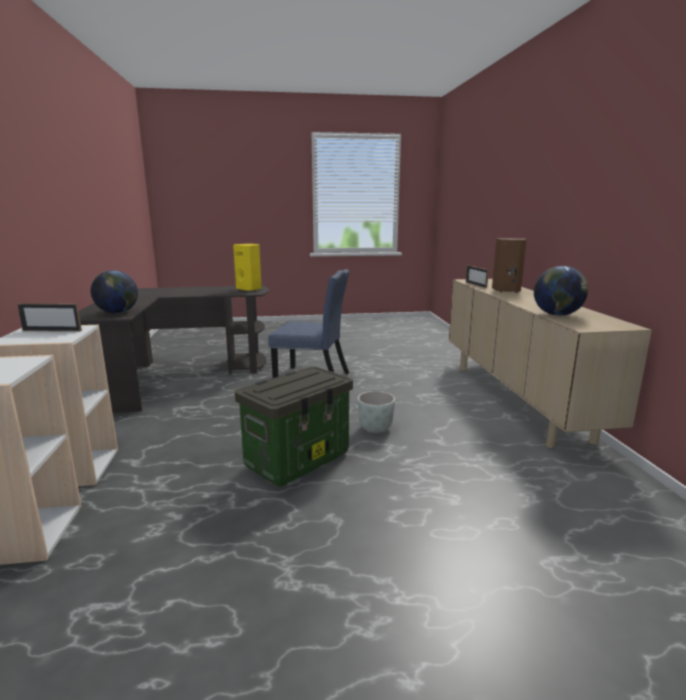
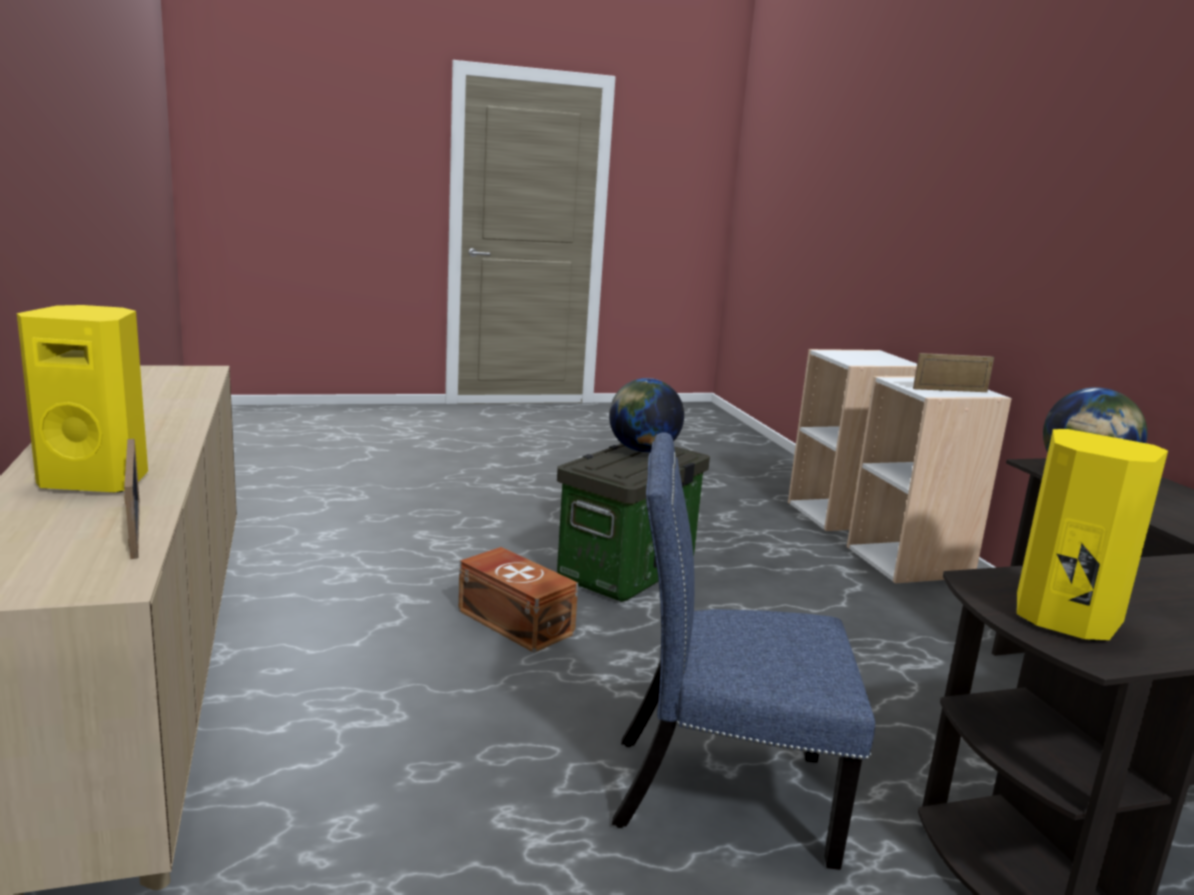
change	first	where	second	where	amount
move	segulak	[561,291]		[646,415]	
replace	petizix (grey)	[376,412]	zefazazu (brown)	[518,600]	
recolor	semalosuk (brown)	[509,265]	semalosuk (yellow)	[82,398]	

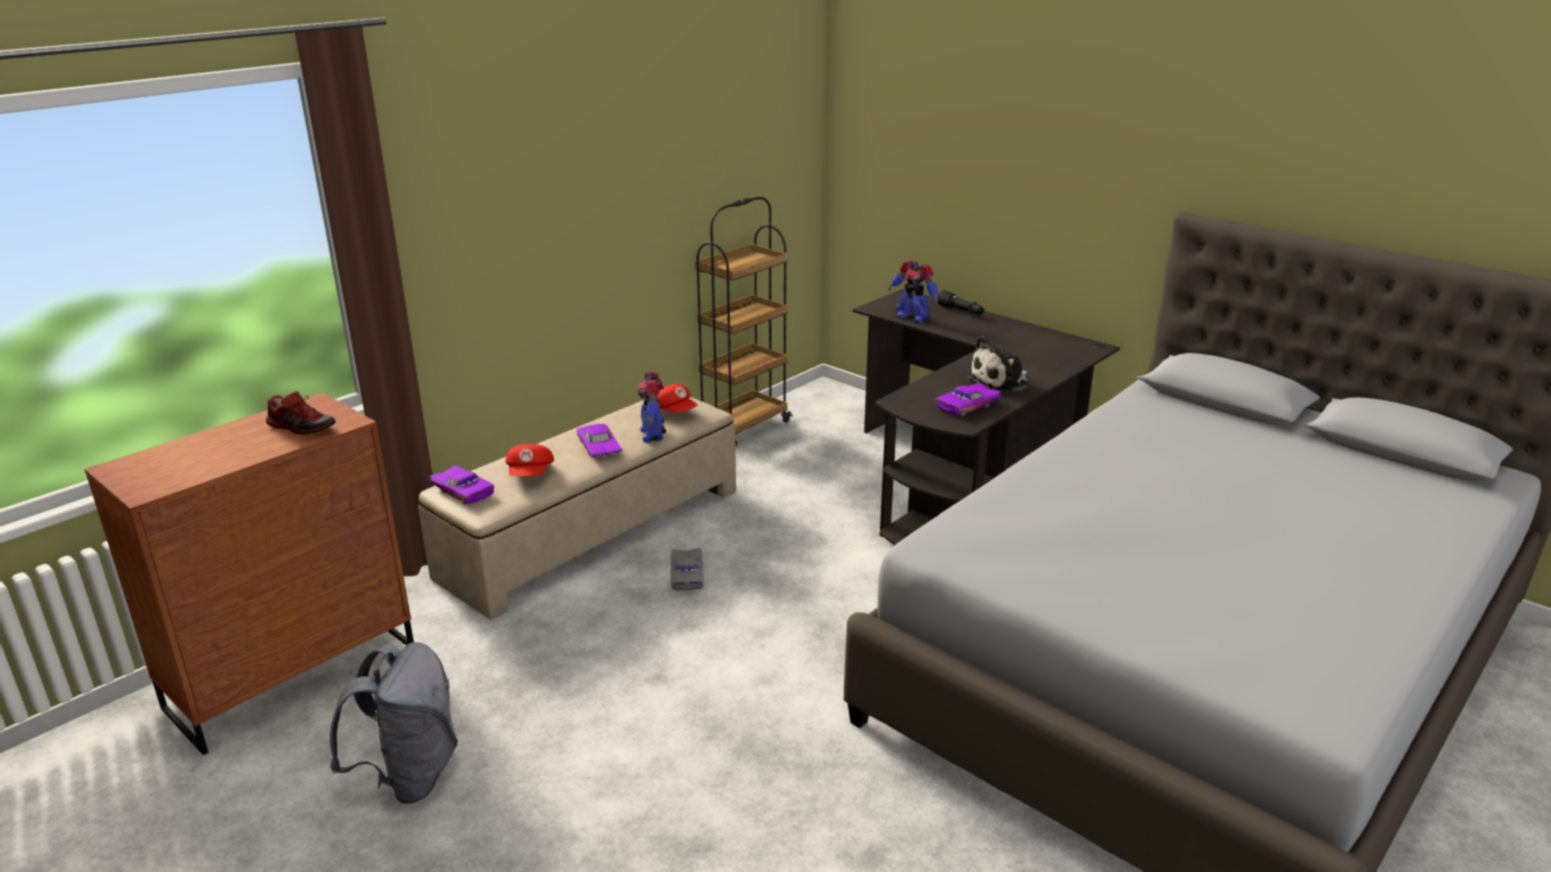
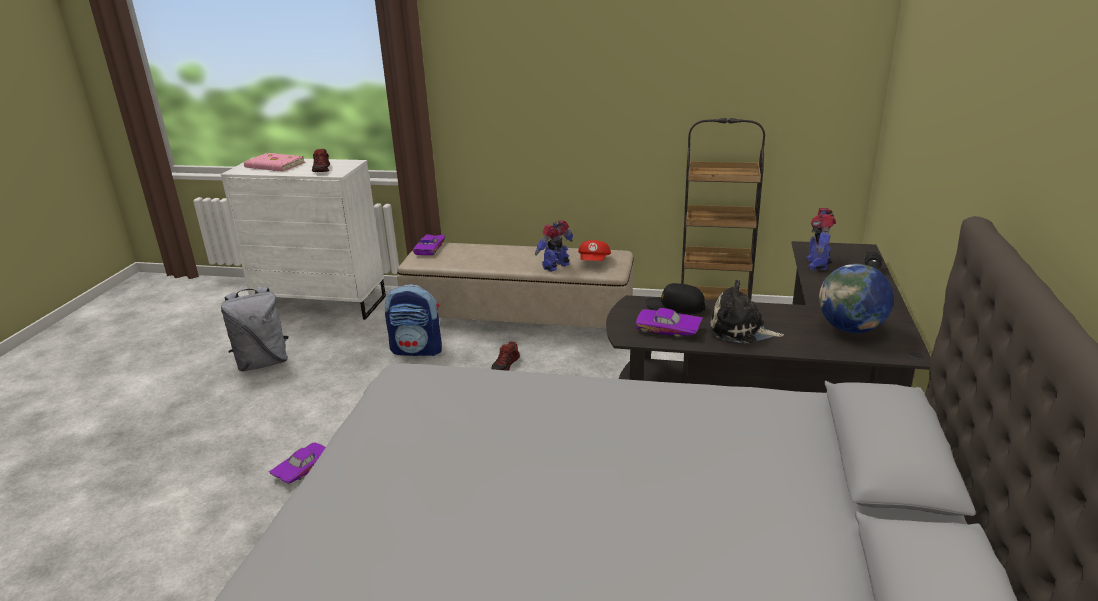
change	first	where	second	where	amount
delete	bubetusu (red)	[529,460]			
insert			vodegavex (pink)	[274,162]	
insert			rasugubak	[413,320]	
insert			bubetusu (black)	[675,298]	
insert			segulak	[856,298]	
move	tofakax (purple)	[599,440]		[297,463]	
replace	tofakax (grey)	[687,569]	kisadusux	[505,356]	
recolor	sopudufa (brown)	[249,573]	sopudufa (white)	[303,239]	

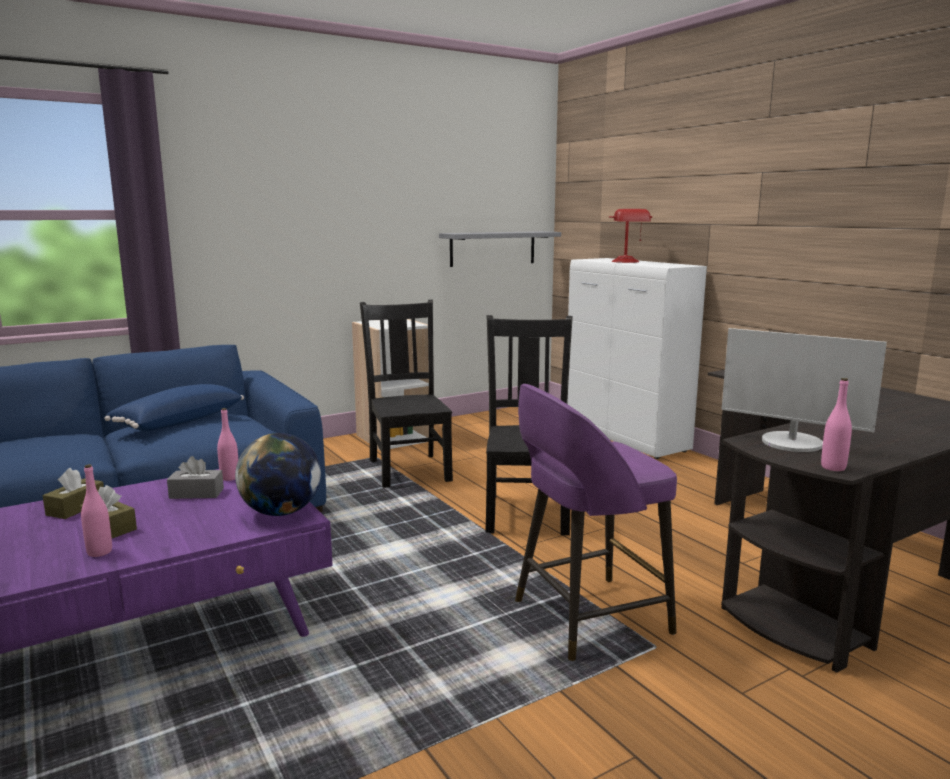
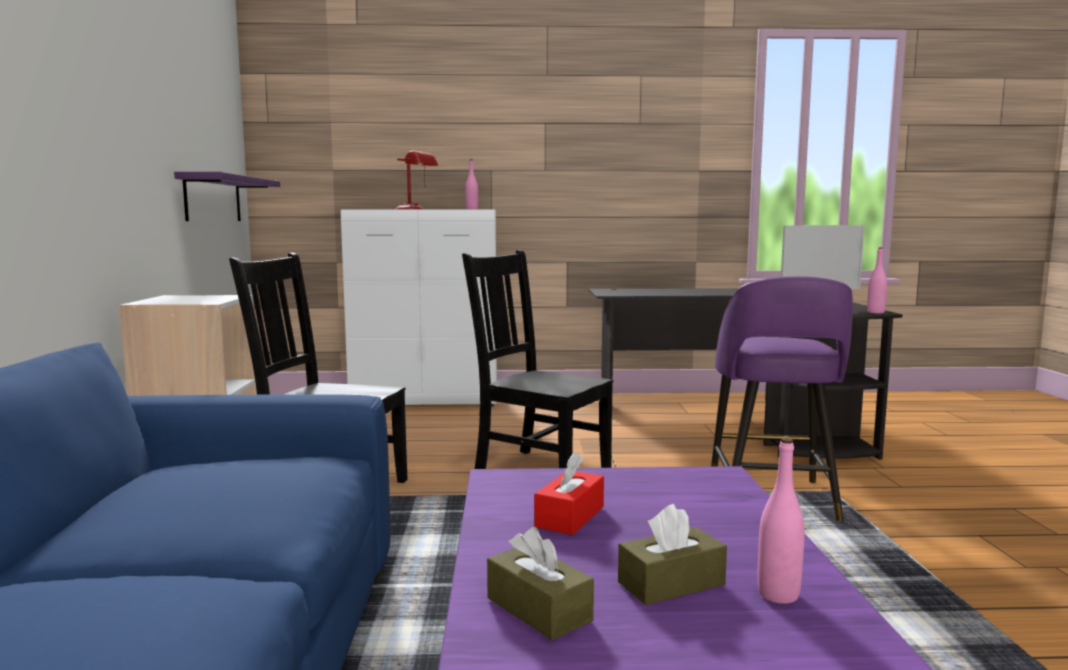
change	first	where	second	where	amount
delete	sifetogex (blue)	[174,407]			
delete	segulak	[278,474]			
move	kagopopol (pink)	[227,444]		[471,184]	
recolor	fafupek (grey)	[195,477]	fafupek (red)	[569,494]	
recolor	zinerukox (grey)	[500,249]	zinerukox (purple)	[227,196]	

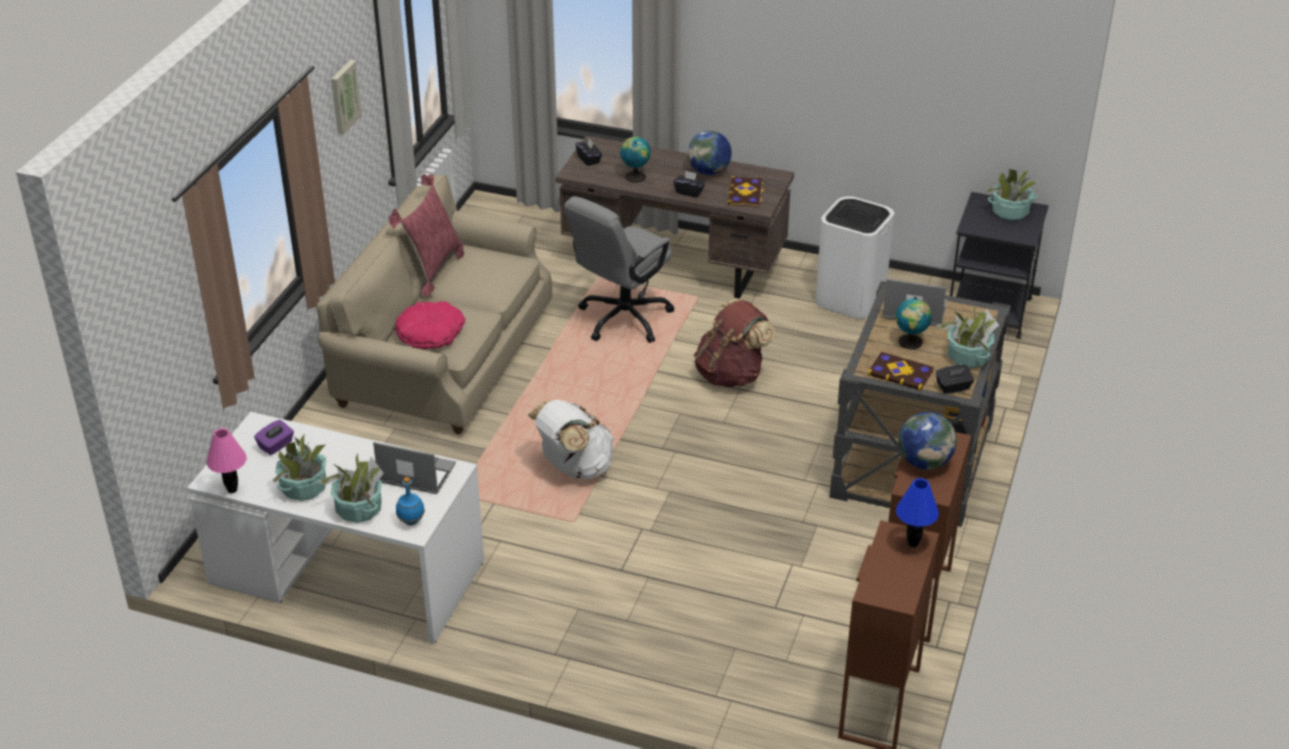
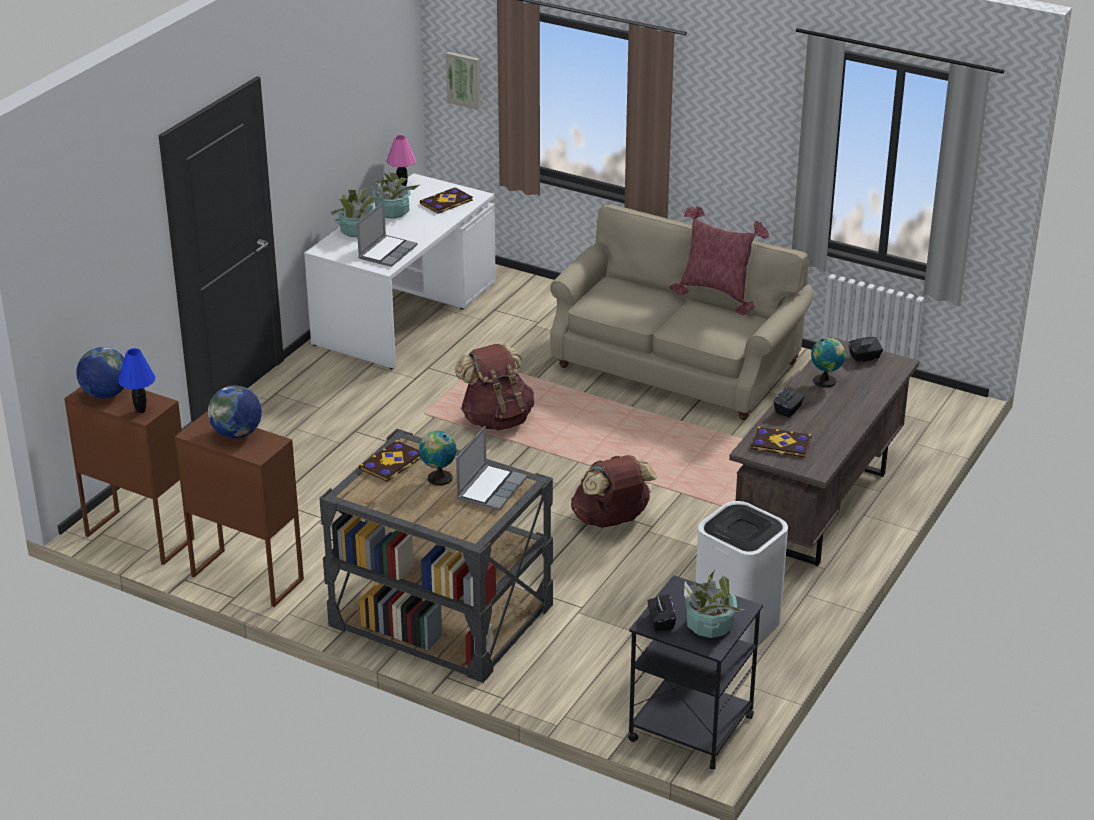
change	first	where	second	where	amount
delete	sifetogex (pink)	[430,325]			
delete	kagopopol (blue)	[410,501]			
delete	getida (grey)	[619,269]			
delete	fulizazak	[967,337]			
move	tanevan	[346,97]		[463,81]	
move	segulak	[709,153]		[100,373]	
move	fafupek (black)	[955,379]		[662,612]	
replace	fafupek (purple)	[274,437]	vodegavex	[446,200]	
recolor	rasugubak (white)	[571,439]	rasugubak (brown)	[494,387]	

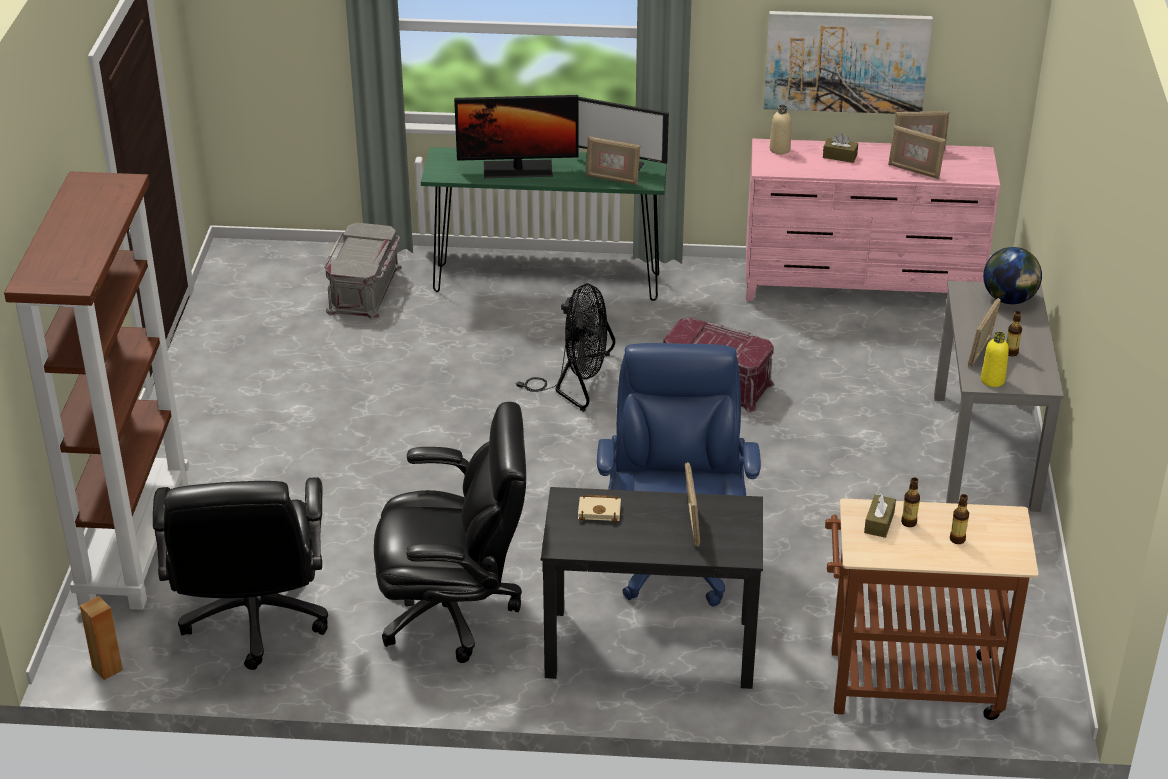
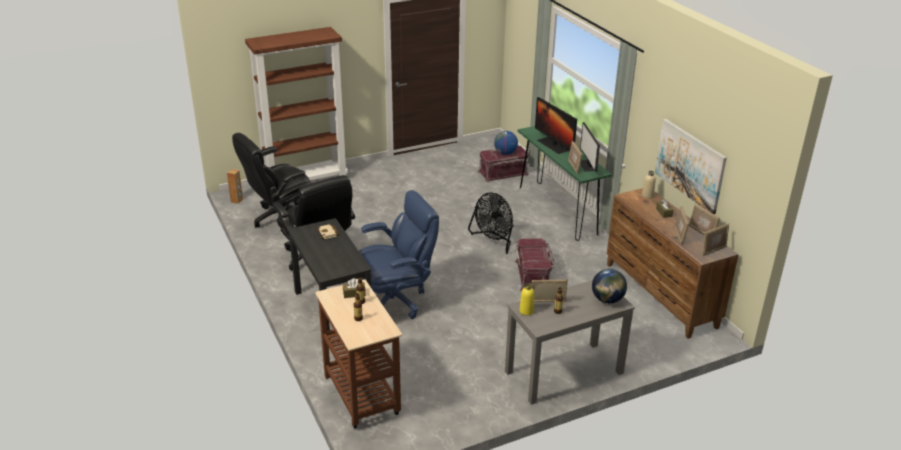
change	first	where	second	where	amount
insert			segulak	[506,143]	
move	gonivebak	[692,504]		[715,240]	
recolor	zefazazu (grey)	[363,271]	zefazazu (red)	[503,164]	
recolor	sopudufa (pink)	[873,219]	sopudufa (brown)	[673,263]	
rotate	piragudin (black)	[565,348]		[491,223]	60 degrees clockwise

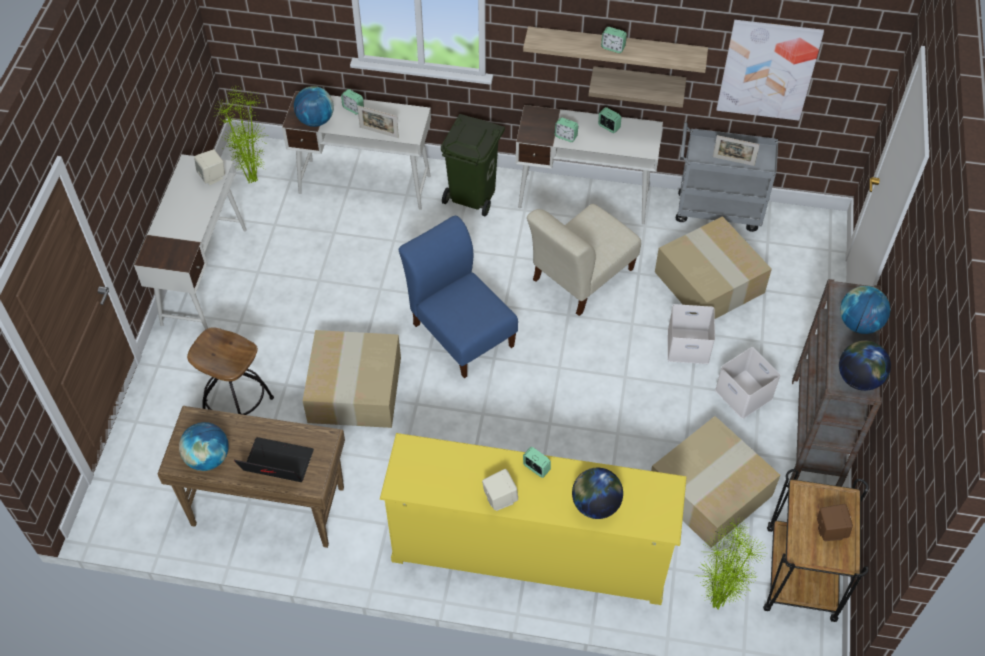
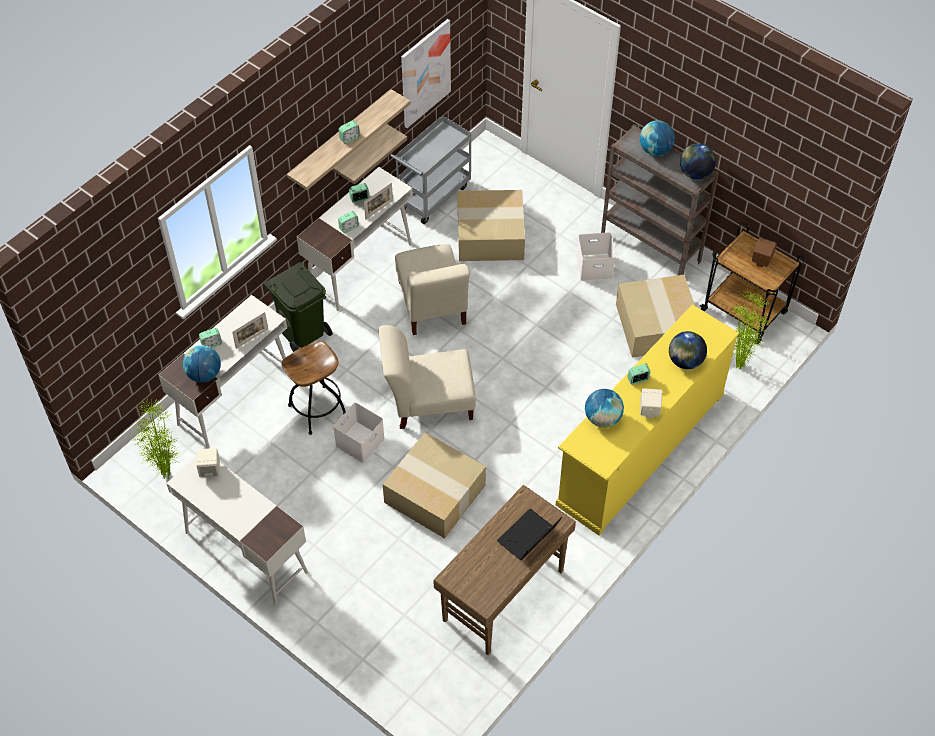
change	first	where	second	where	amount
move	segulak	[204,446]		[604,408]	
move	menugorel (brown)	[230,371]		[313,388]	
move	zefazazu (white)	[691,334]		[359,432]	
move	gonivebak	[736,150]		[378,201]	
recolor	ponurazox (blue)	[458,297]	ponurazox (beige)	[427,377]	

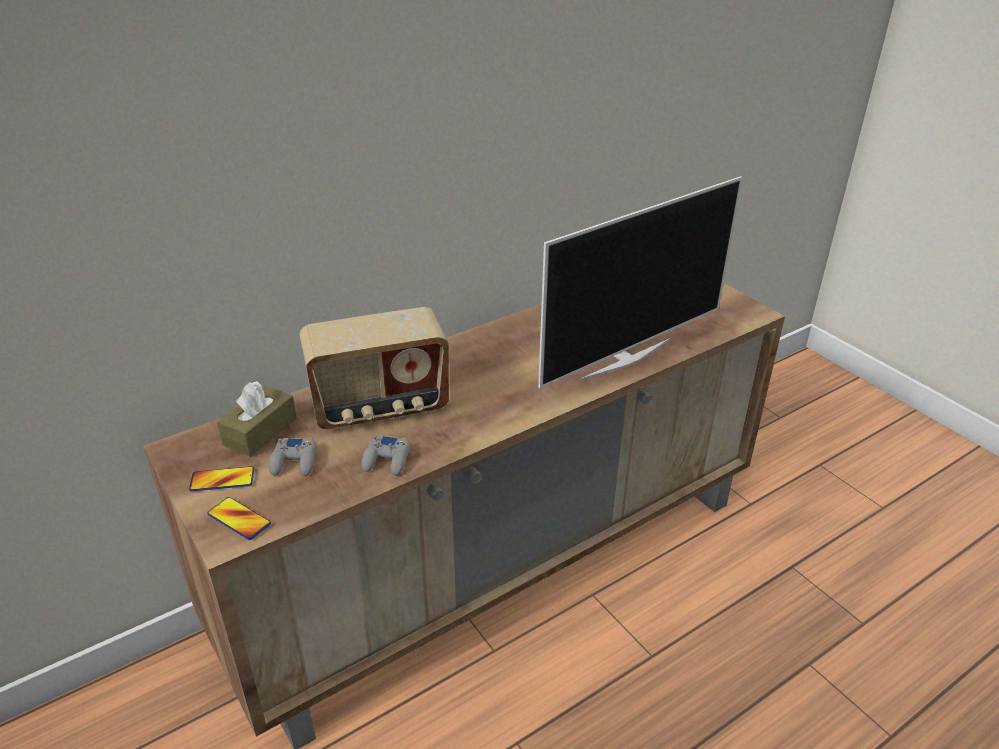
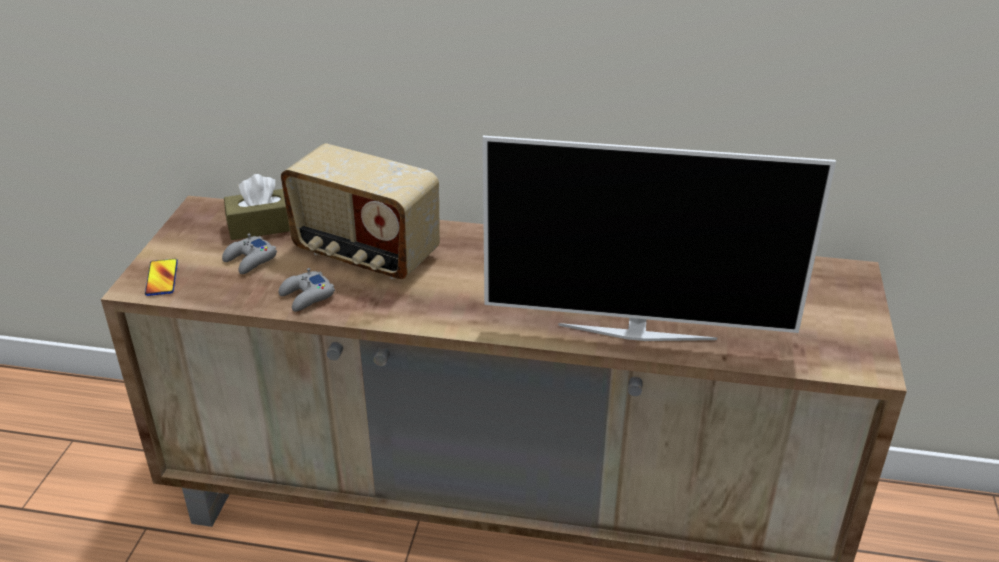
change	first	where	second	where	amount
delete	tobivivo	[221,478]			

